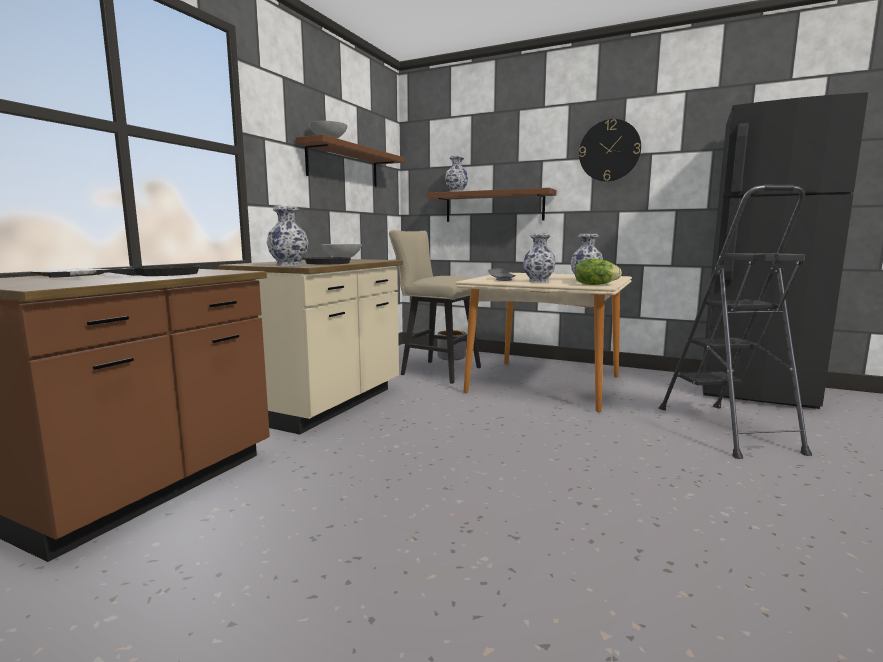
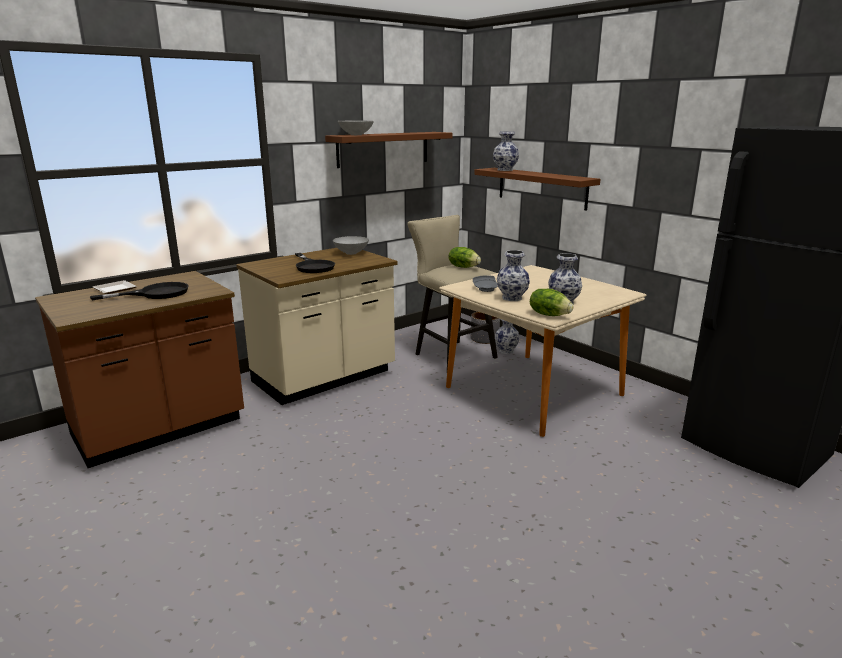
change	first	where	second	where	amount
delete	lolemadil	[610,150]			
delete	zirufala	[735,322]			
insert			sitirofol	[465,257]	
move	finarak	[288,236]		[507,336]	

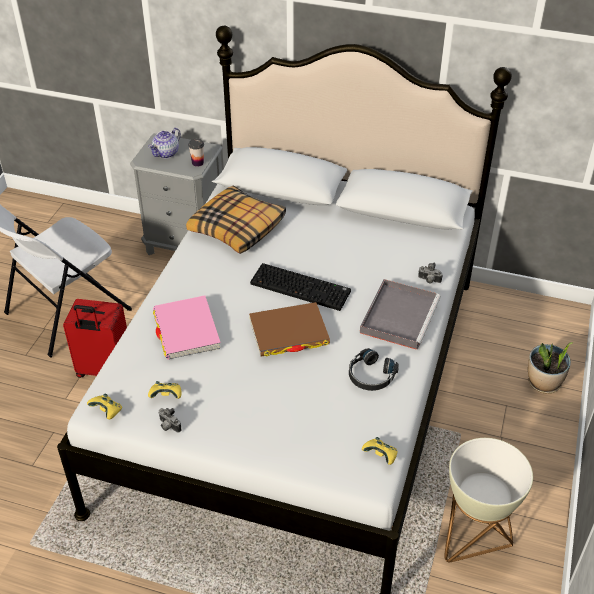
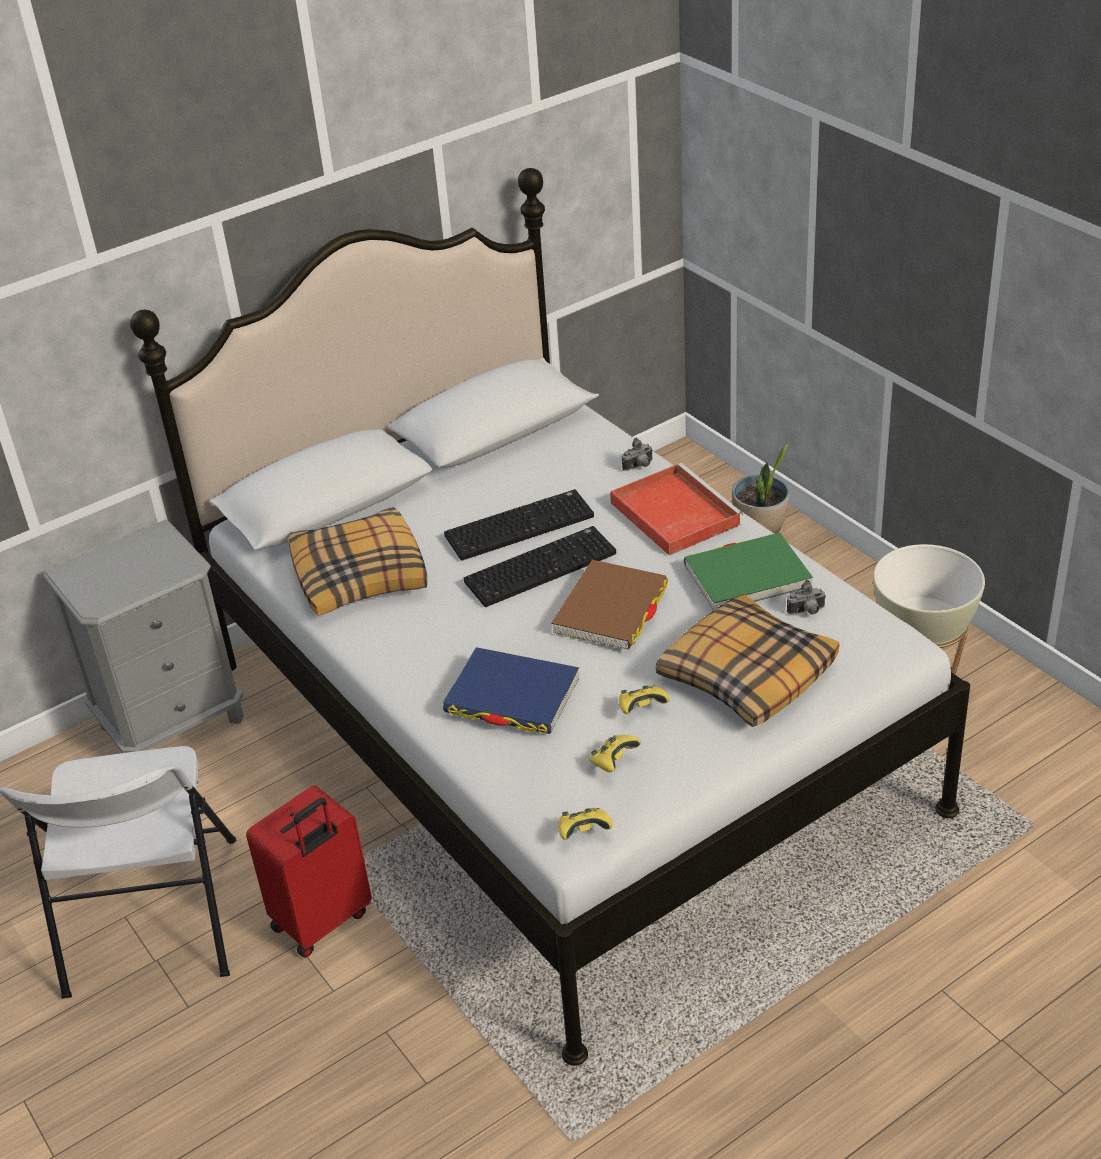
change	first	where	second	where	amount
delete	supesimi	[164,143]			
delete	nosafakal	[196,153]			
insert			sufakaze	[519,525]	
insert			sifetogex	[747,660]	
move	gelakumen	[170,420]		[806,597]	
move	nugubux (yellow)	[379,451]		[644,699]	
replace	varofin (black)	[374,369]	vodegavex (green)	[748,572]	
recolor	vodegavex (pink)	[187,327]	vodegavex (blue)	[511,690]	
recolor	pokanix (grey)	[400,314]	pokanix (red)	[676,509]	

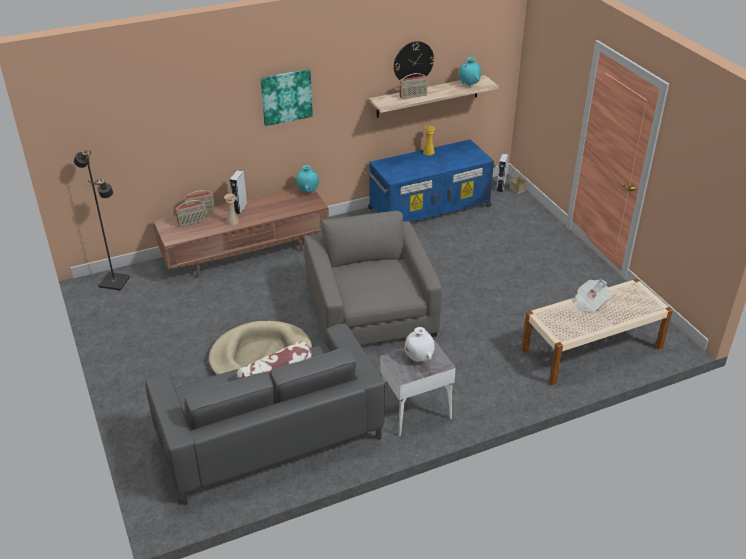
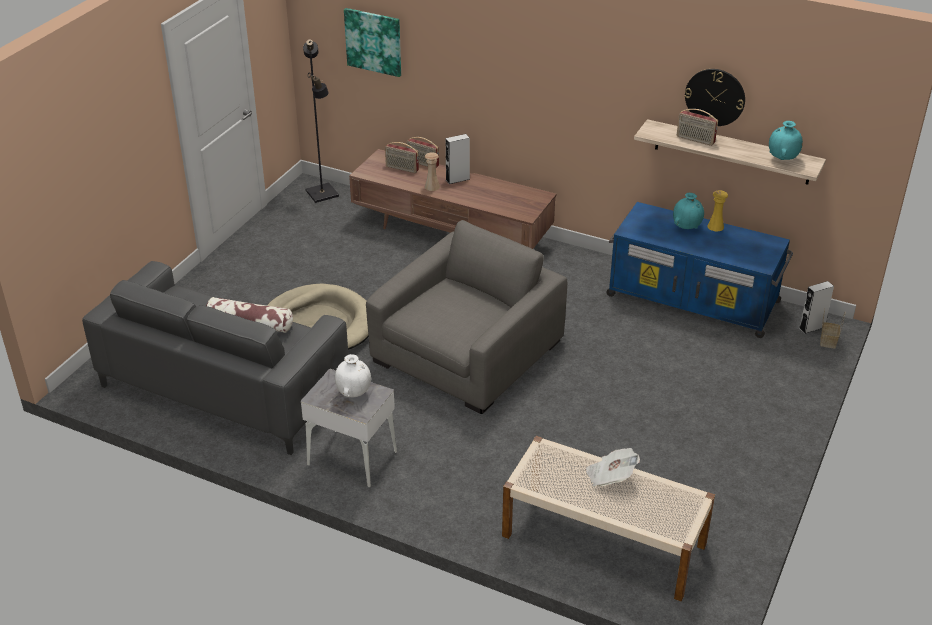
change	first	where	second	where	amount
move	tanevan	[286,97]		[372,42]	
move	finarak (turquoise)	[307,178]		[688,211]	

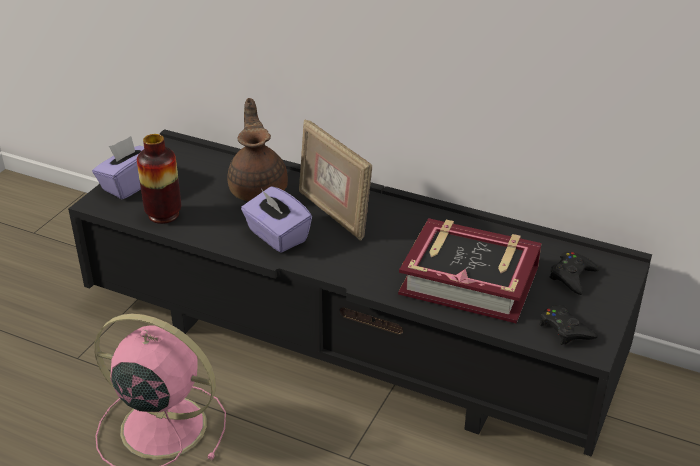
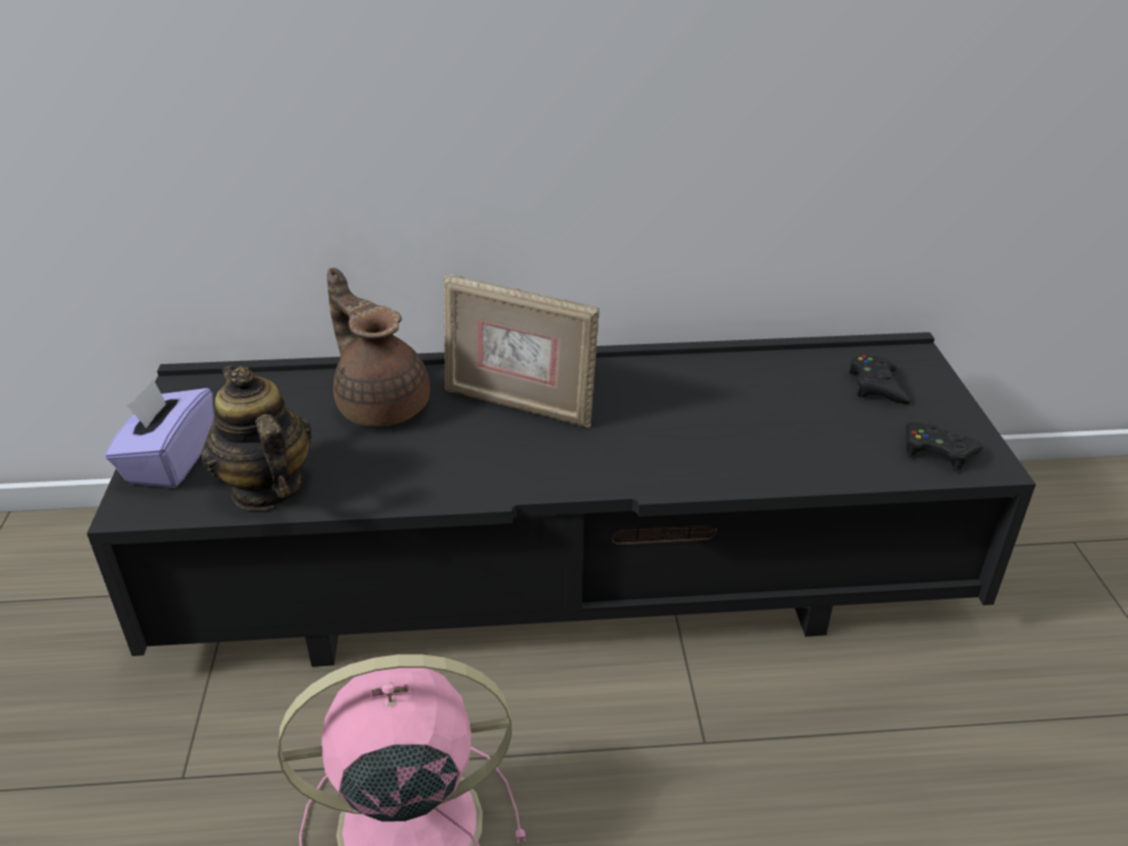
change	first	where	second	where	amount
delete	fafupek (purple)	[276,219]			
delete	vodegavex	[470,271]			
replace	finarak	[159,179]	supesimi	[257,438]	

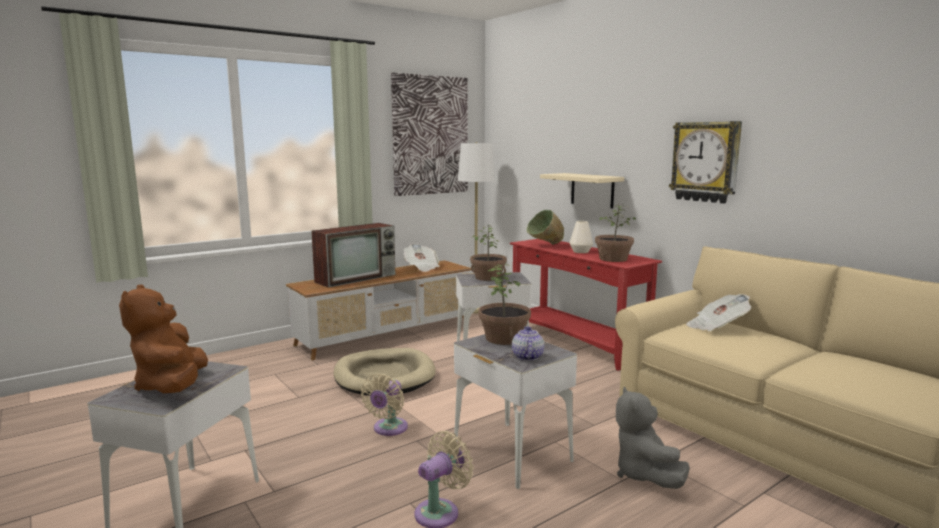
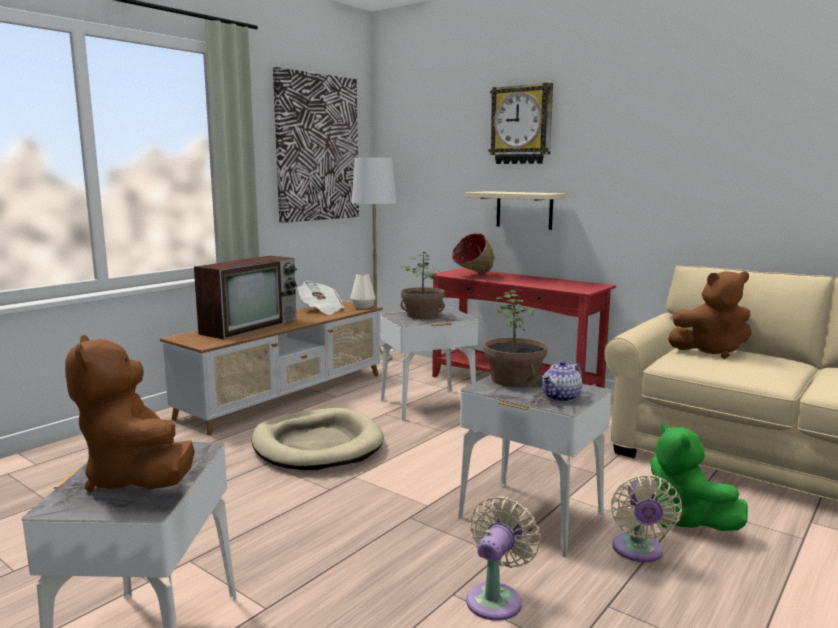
change	first	where	second	where	amount
delete	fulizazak	[615,233]			
move	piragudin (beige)	[384,405]		[646,518]	
move	finarak (white)	[581,237]		[362,291]	
move	lolemadil	[705,162]		[521,123]	
replace	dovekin	[718,312]	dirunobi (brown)	[709,314]	
recolor	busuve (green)	[545,227]	busuve (red)	[473,254]	
recolor	dirunobi (grey)	[653,437]	dirunobi (green)	[699,476]	
rotate	supesimi	[528,343]		[562,381]	120 degrees counterclockwise

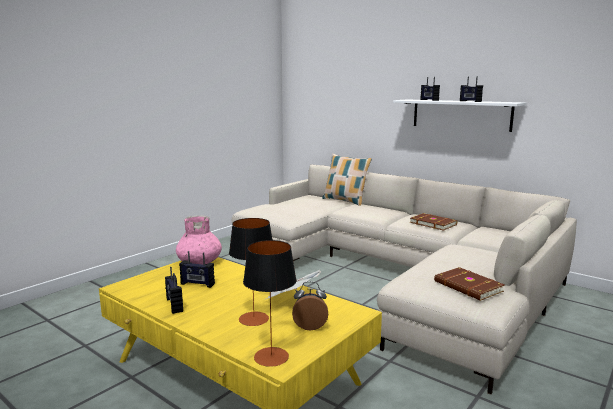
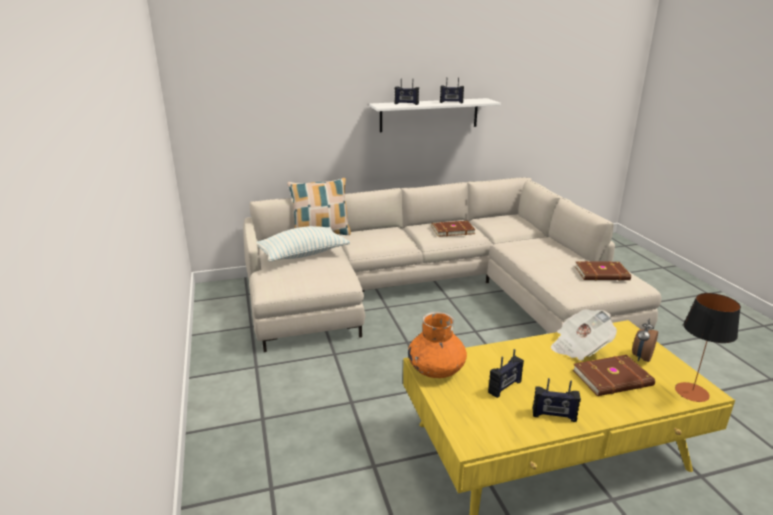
change	first	where	second	where	amount
insert			sifetogex	[303,244]	
replace	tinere	[251,272]	vodegavex (brown)	[614,375]	
recolor	finarak (pink)	[199,239]	finarak (orange)	[437,345]	

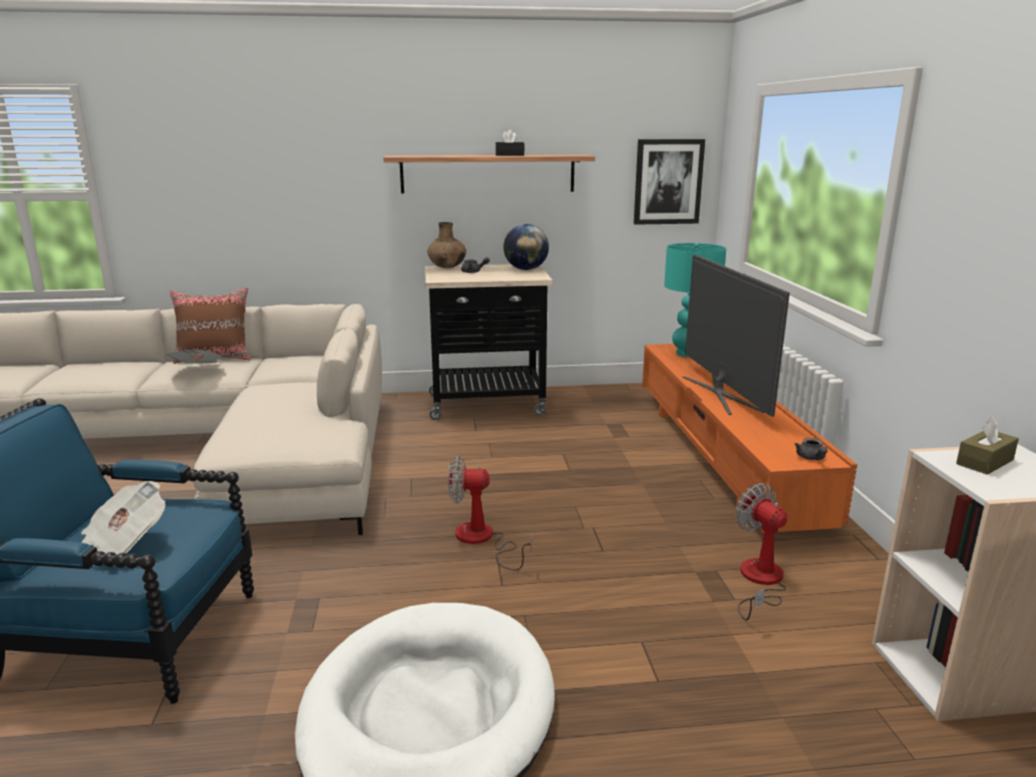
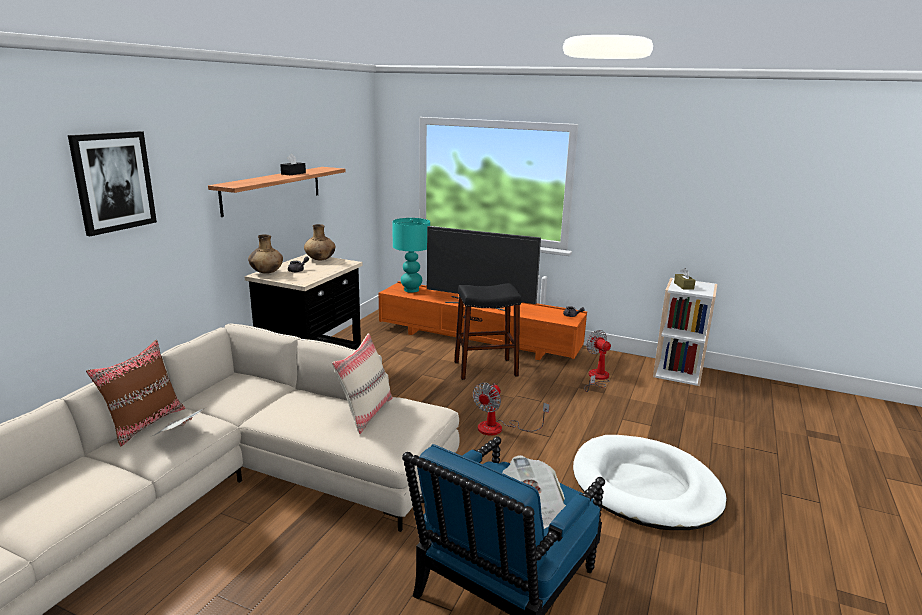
change	first	where	second	where	amount
insert			sifetogex (beige)	[362,383]	
insert			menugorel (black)	[487,331]	
move	tanevan	[669,182]		[112,183]	
replace	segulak	[526,247]	finarak (brown)	[319,242]	
rotate	piragudin	[761,552]		[597,361]	60 degrees clockwise

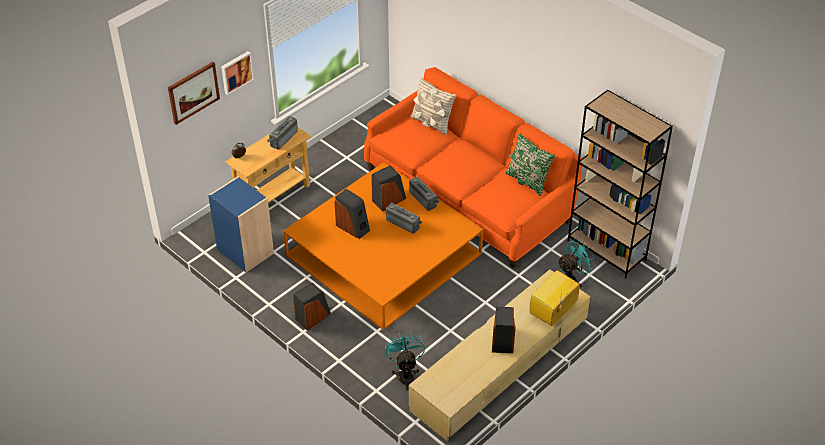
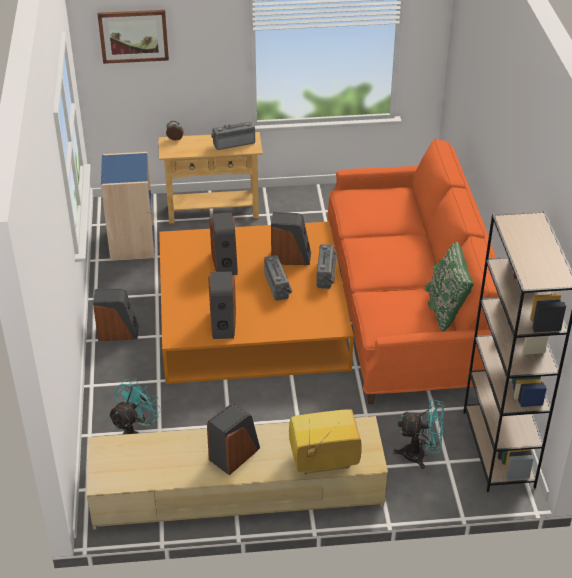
change	first	where	second	where	amount
delete	tanevan	[237,73]			
delete	sifetogex (beige)	[433,106]			
insert			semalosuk	[222,305]	

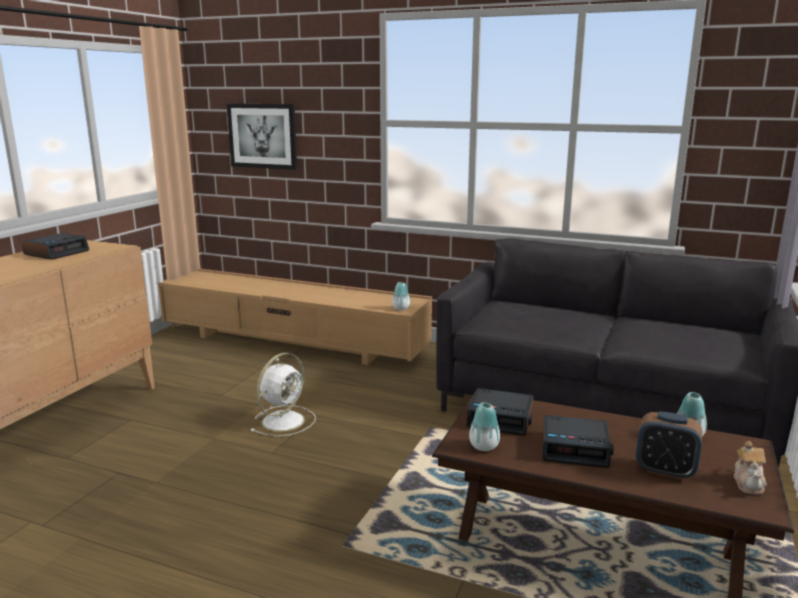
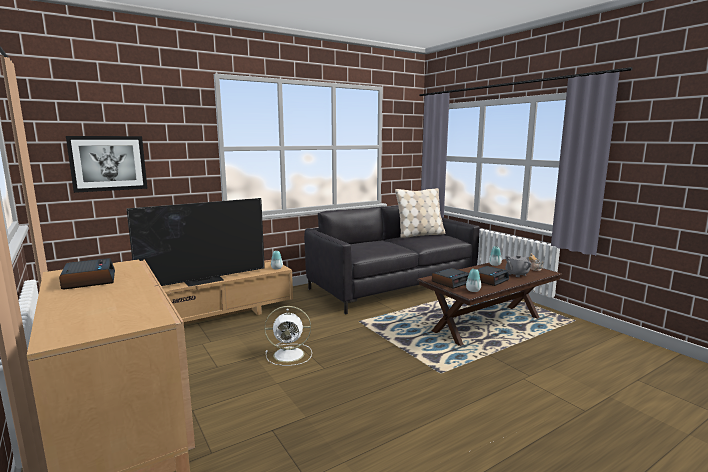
change	first	where	second	where	amount
insert			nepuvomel	[195,242]	
insert			sifetogex (beige)	[420,213]	
replace	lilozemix	[669,446]	supesimi (grey)	[518,266]	
rotate	piragudin (white)	[283,394]		[288,336]	105 degrees clockwise

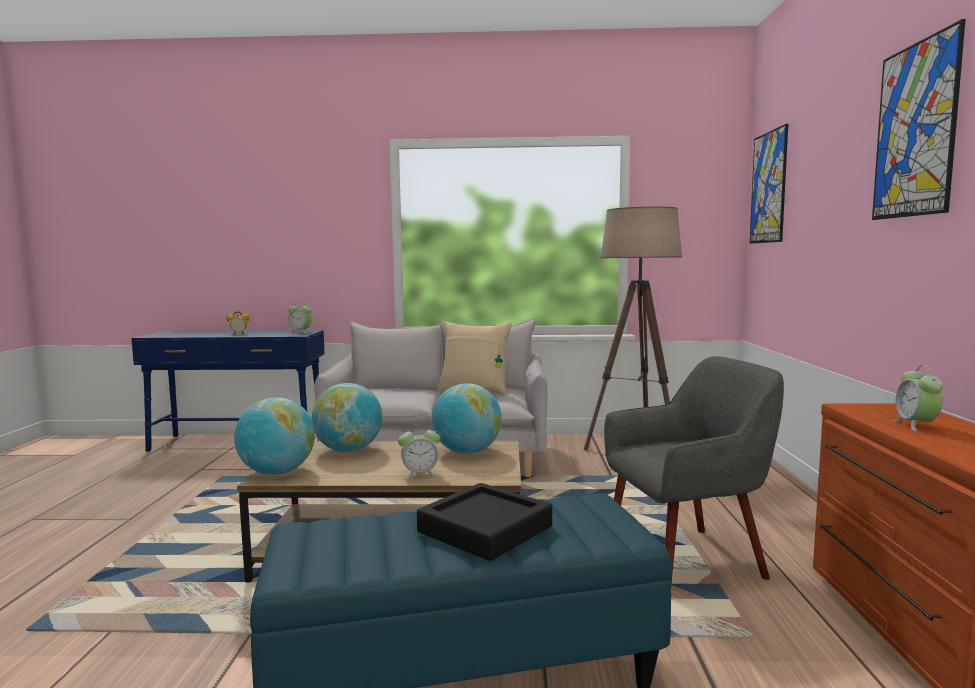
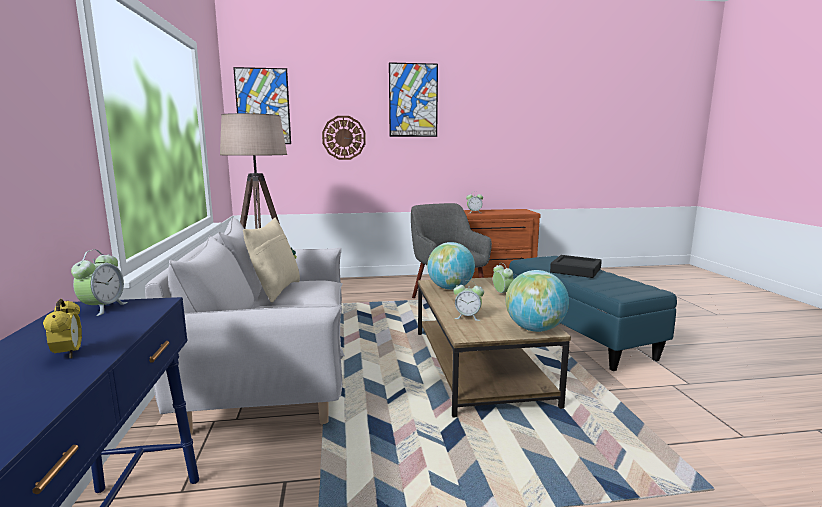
change	first	where	second	where	amount
insert			lolemadil	[344,138]	
replace	segulak	[347,417]	lilozemix	[468,300]	

